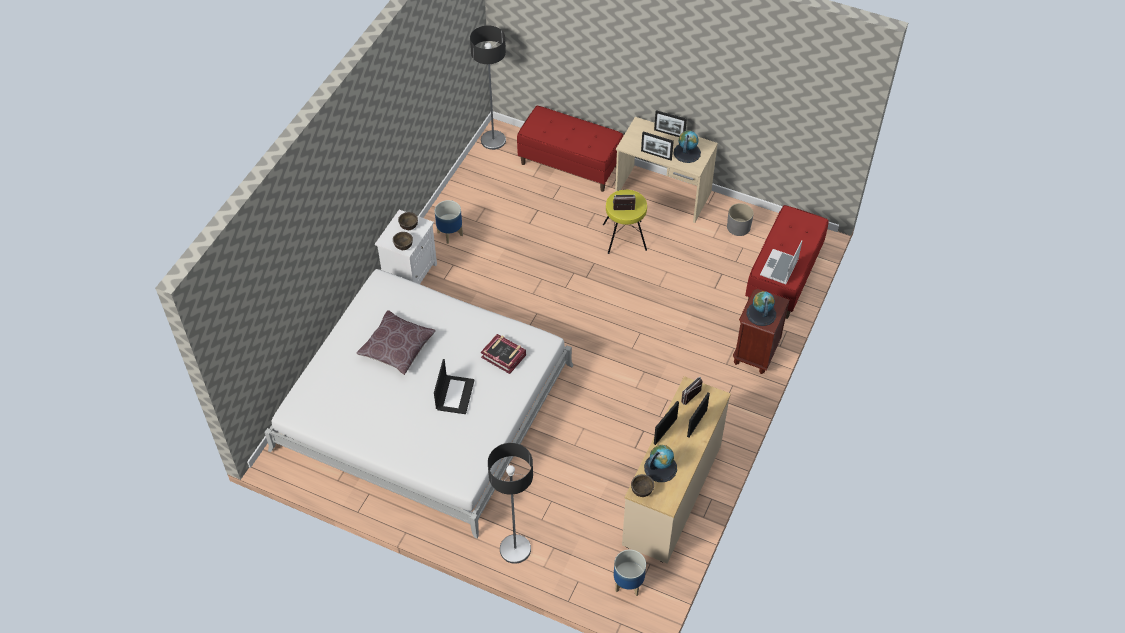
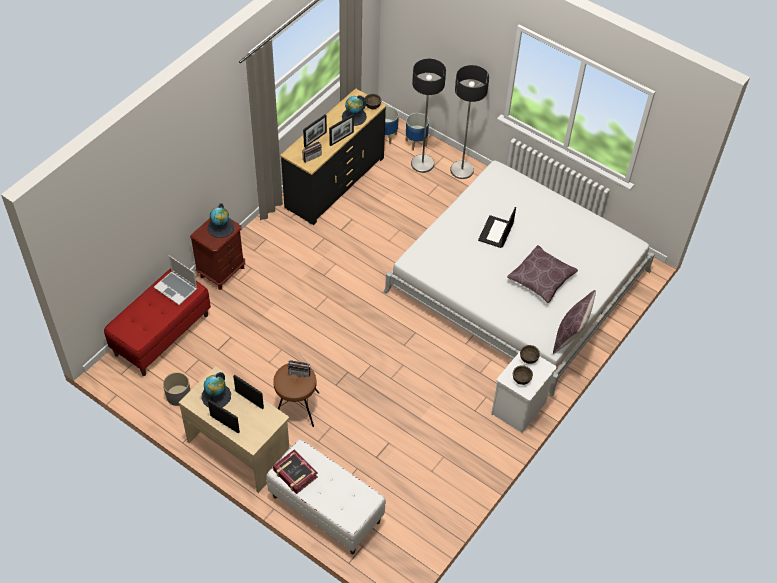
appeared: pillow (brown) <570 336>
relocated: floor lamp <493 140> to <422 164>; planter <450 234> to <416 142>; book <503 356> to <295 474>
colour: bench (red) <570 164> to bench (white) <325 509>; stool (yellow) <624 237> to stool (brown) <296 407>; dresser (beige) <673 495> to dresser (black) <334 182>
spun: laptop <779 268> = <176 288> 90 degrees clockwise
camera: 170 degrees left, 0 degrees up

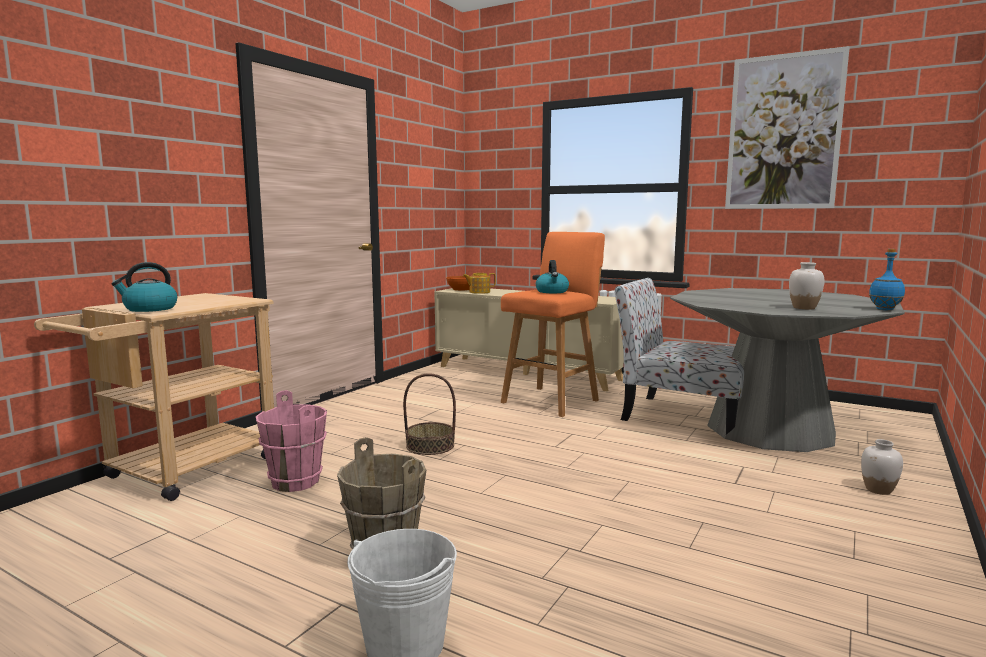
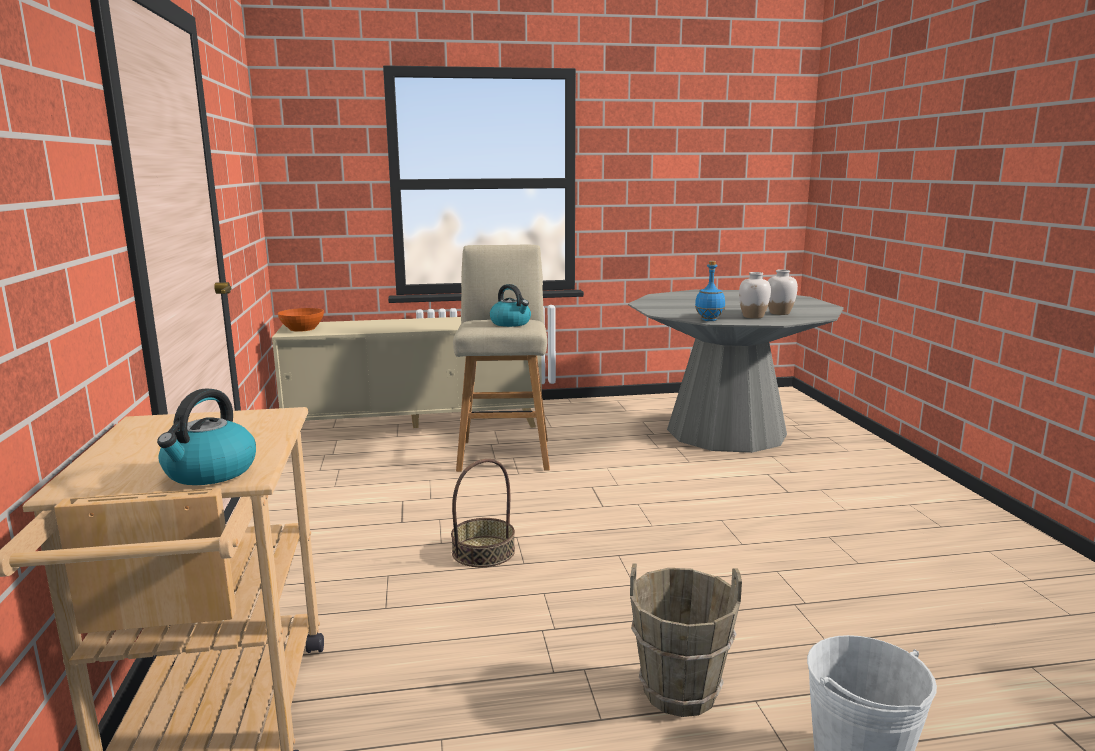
missing: picture <783 132>; teapot <479 292>; chair <682 416>; bucket (pink) <295 482>
relocated: bottle (blue) <884 309> to <709 320>; vase (white) <878 490> to <753 316>
colour: stool (orange) <552 400> to stool (beige) <504 453>
camera: 40 degrees left, 5 degrees up

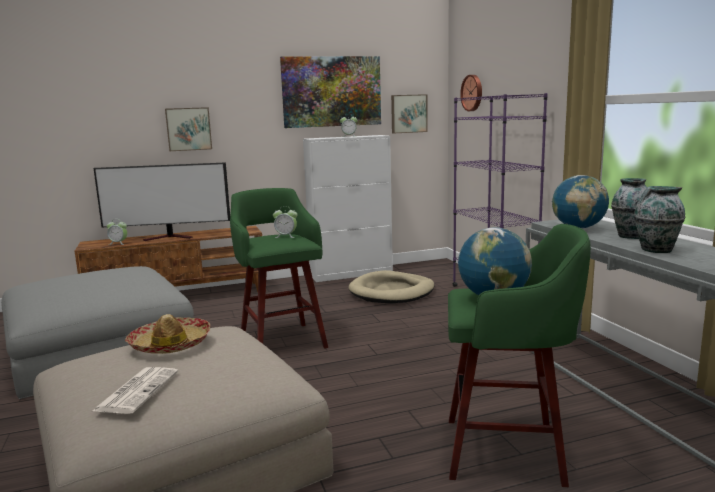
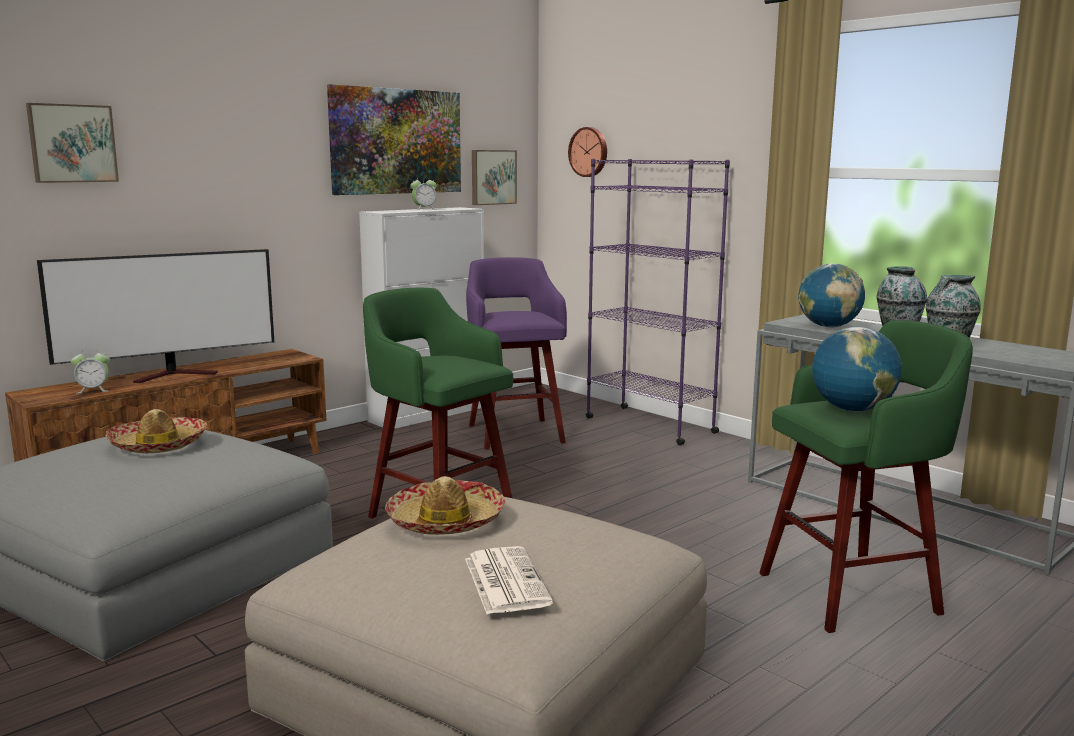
missing: alarm clock <286 236>
appeared: hat <158 445>
relocated: picture <188 129> to <72 143>
exchanged: dog bed (beige) <392 292> to stool (purple) <515 432>
camera: 25 degrees left, 0 degrees up

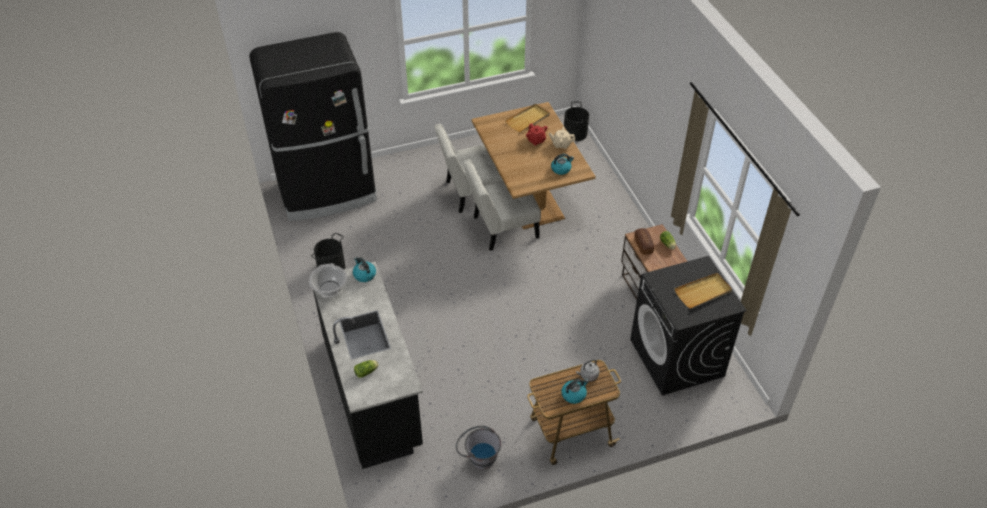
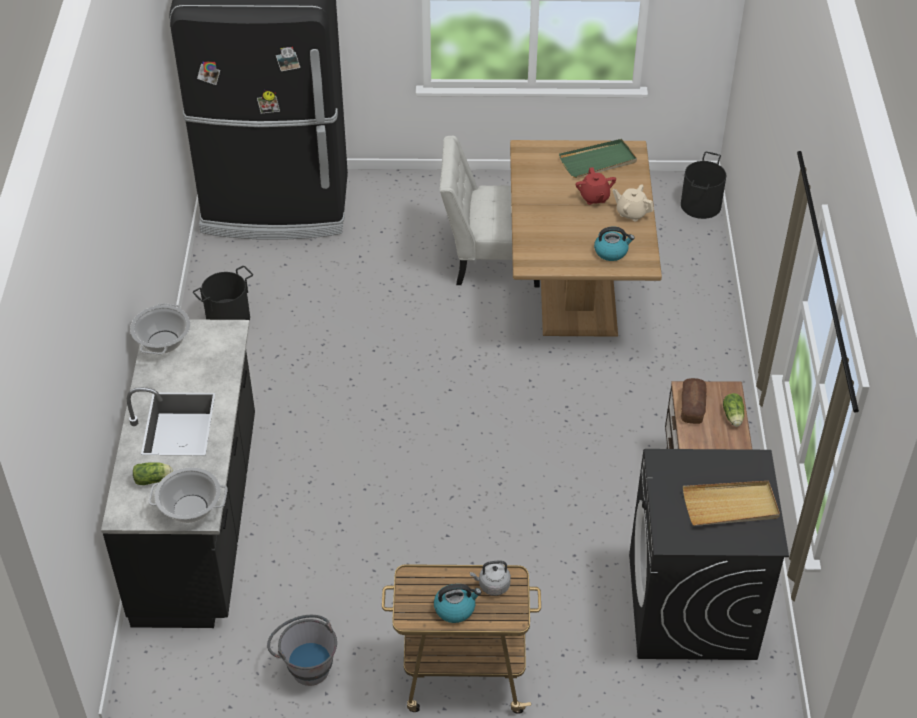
missing: chair (white) <501 228>; kettle <364 275>
appeared: cooking pot <191 508>
colour: tray (beige) <528 119> to tray (green) <598 161>
camera: 20 degrees right, 0 degrees up

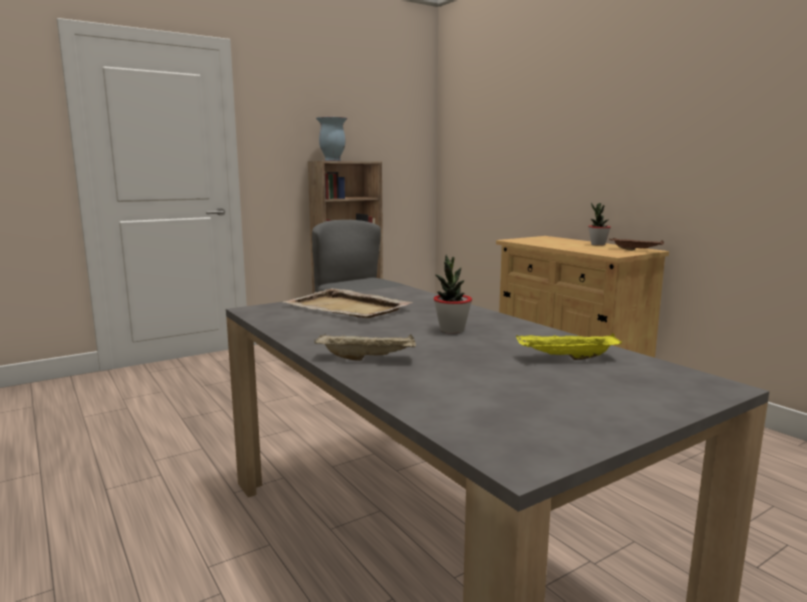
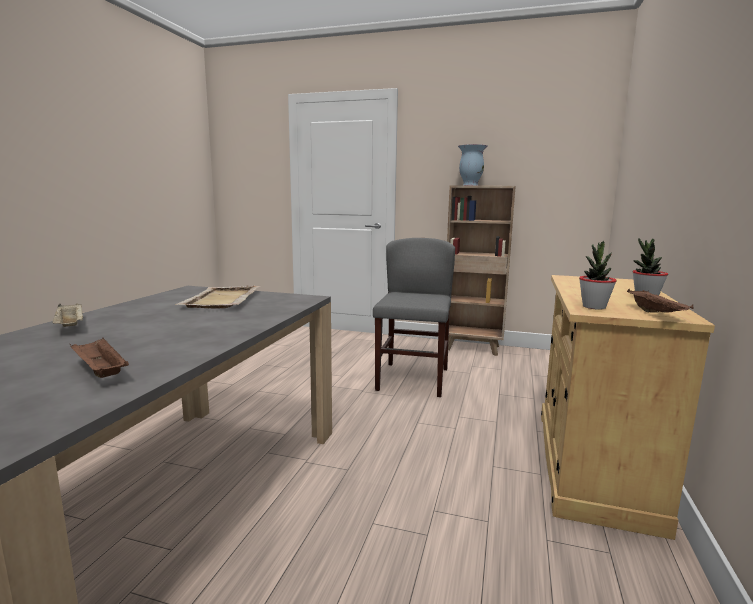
relocated: potted plant <451 330> to <594 307>
colour: tray (yellow) <566 358> to tray (brown) <100 371>
camera: 50 degrees right, 0 degrees up

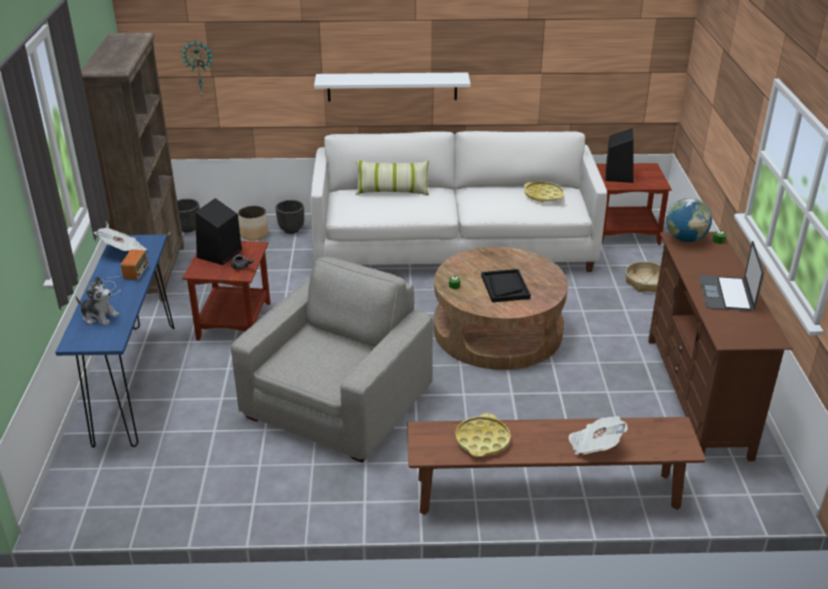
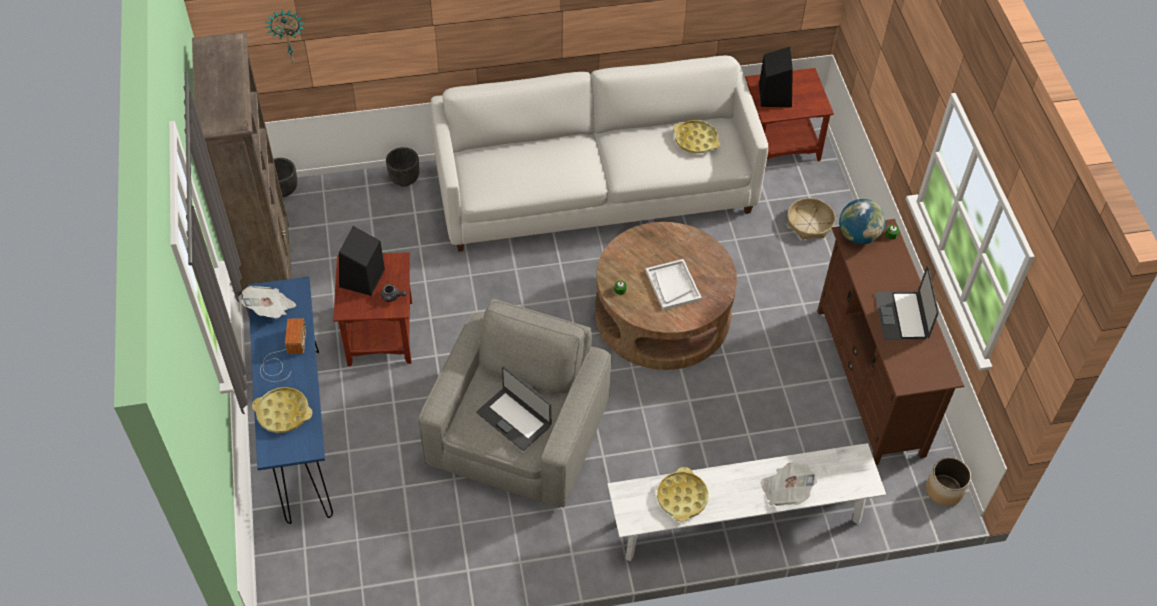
missing: shelf (white) <392 86>; pillow <392 191>
appeared: laptop <514 418>
relocated: planter <254 234> to <944 490>
exchanged: plush toy <99 316> to tray (yellow) <283 413>
colour: tray (black) <505 287> to tray (white) <672 285>; bench (brown) <547 493> to bench (white) <739 521>
camera: 10 degrees left, 20 degrees up

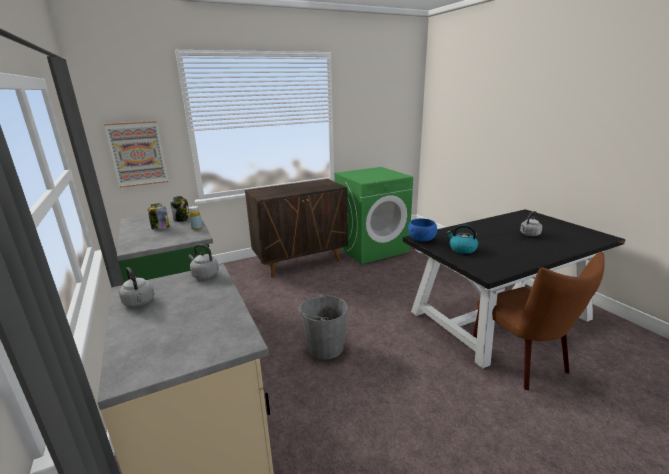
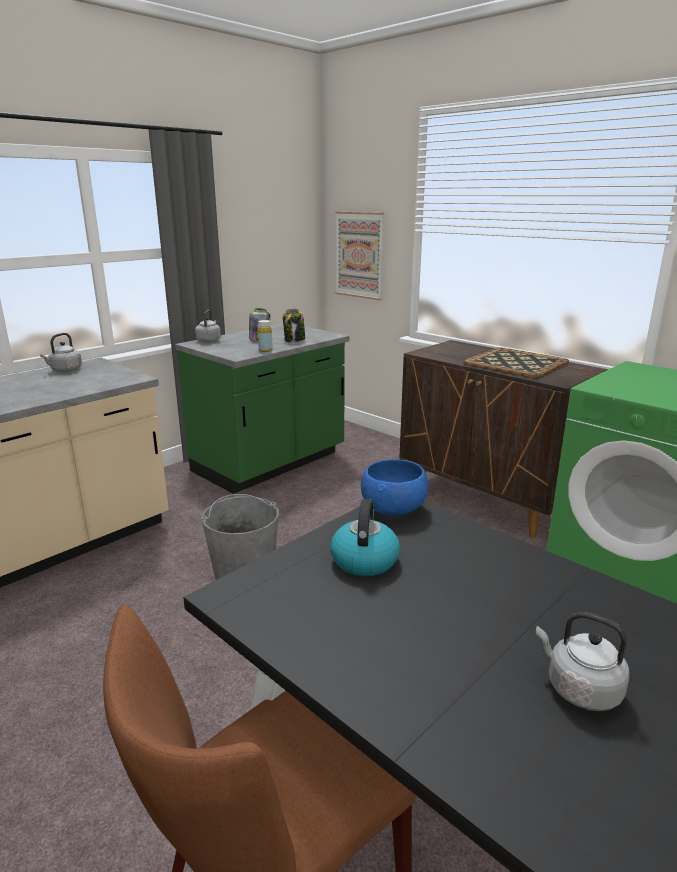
appeared: tray <517 363>
relocated: kettle (grey) <204 275> to <209 340>
camera: 70 degrees right, 0 degrees up

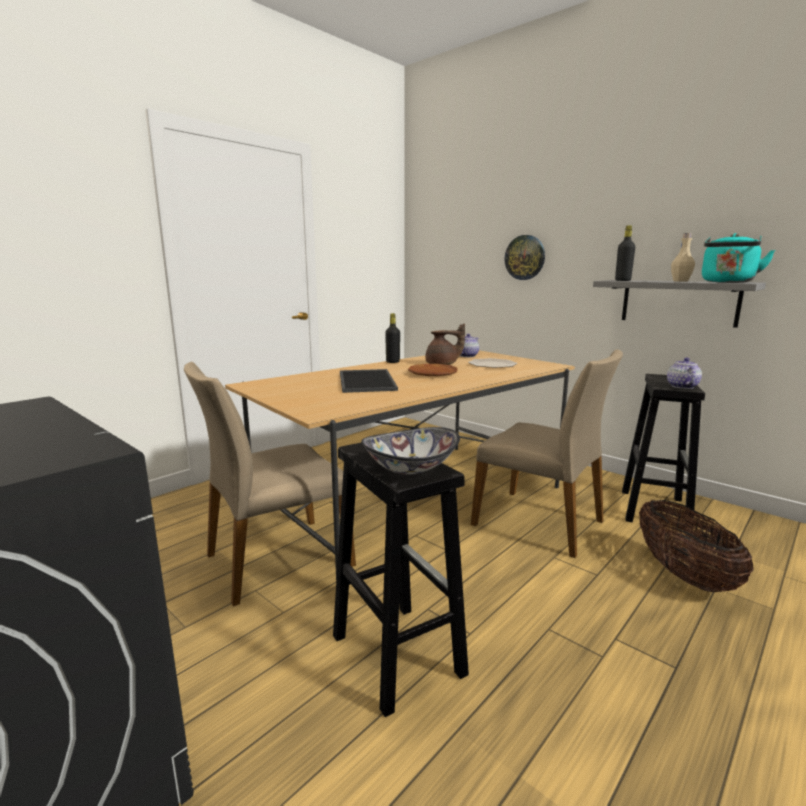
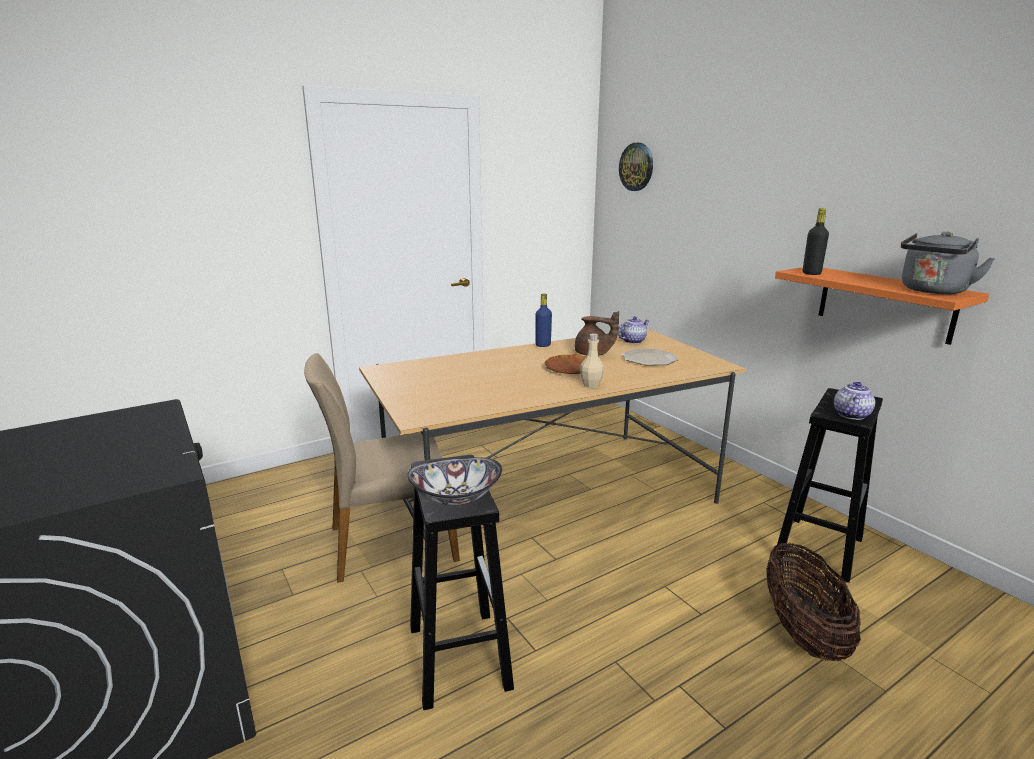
missing: chair (beige) <540 522>; tray <365 381>
relocated: bottle (beige) <680 281> to <591 385>; wall clock <525 257> to <636 167>
colour: kettle (turquoise) <728 282> to kettle (grey) <932 291>; shelf (grey) <678 302> to shelf (orange) <884 303>; bottle (black) <392 362> to bottle (blue) <543 345>
camera: 15 degrees right, 5 degrees up

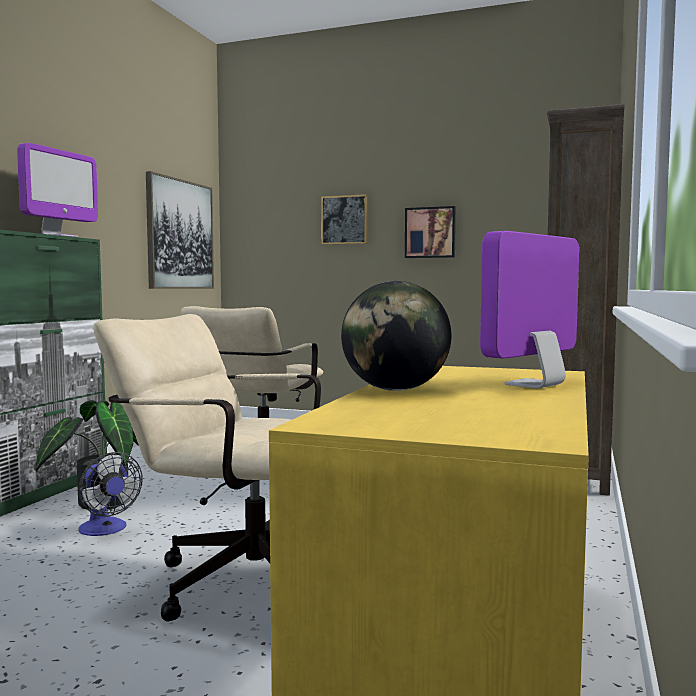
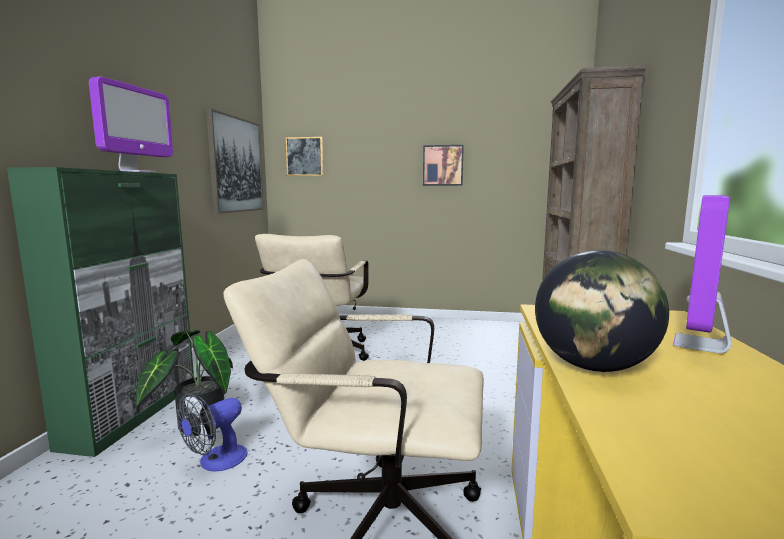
relocated: picture <344 220> to <304 156>
spun: fan <106 530> = <216 462> 90 degrees clockwise
camera: 10 degrees left, 5 degrees up

